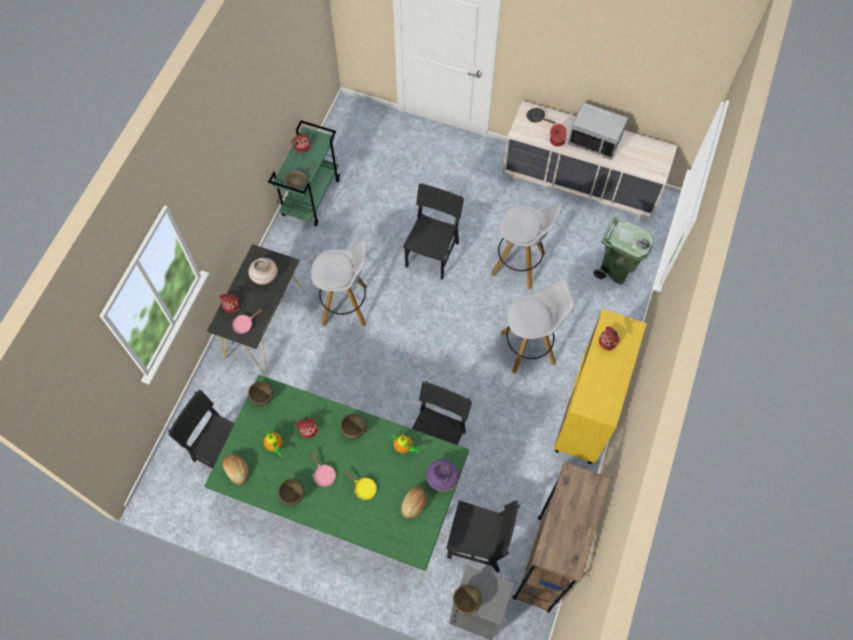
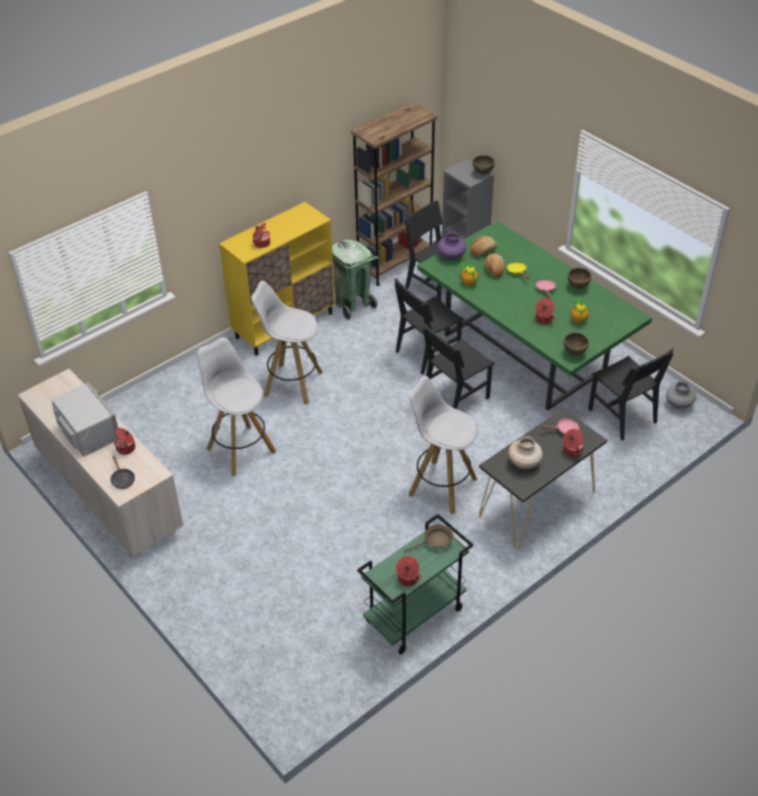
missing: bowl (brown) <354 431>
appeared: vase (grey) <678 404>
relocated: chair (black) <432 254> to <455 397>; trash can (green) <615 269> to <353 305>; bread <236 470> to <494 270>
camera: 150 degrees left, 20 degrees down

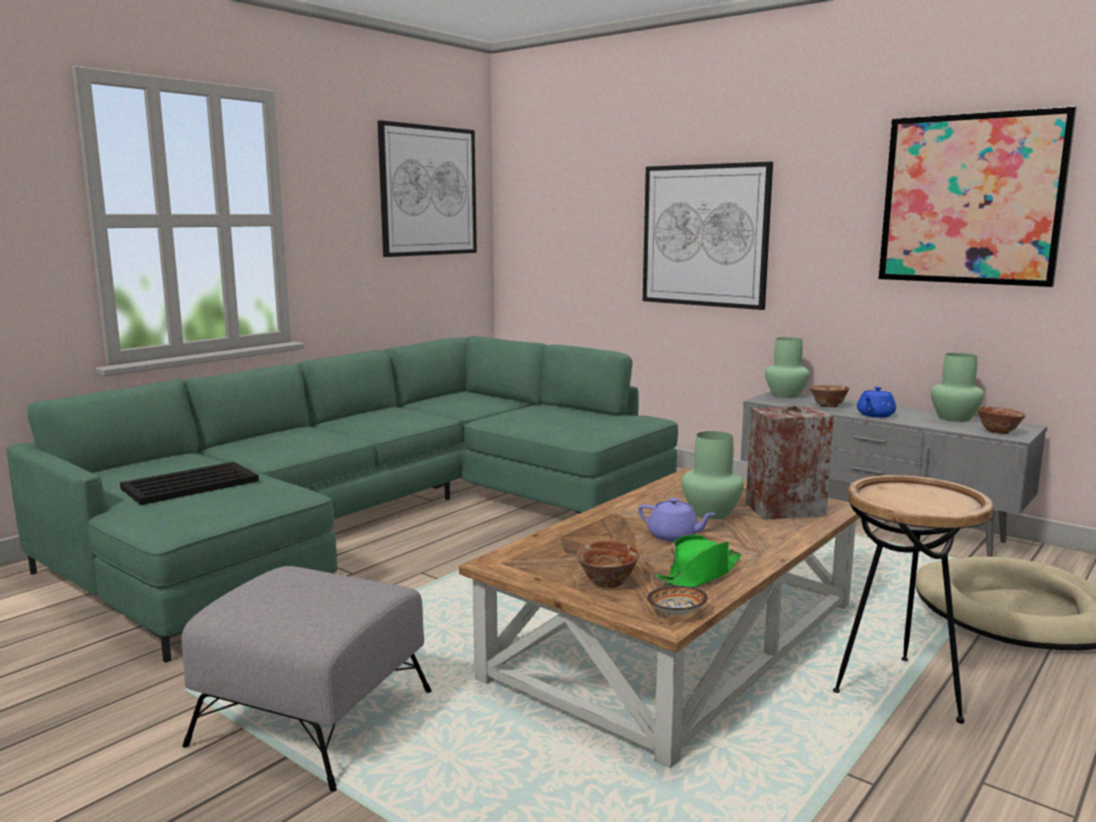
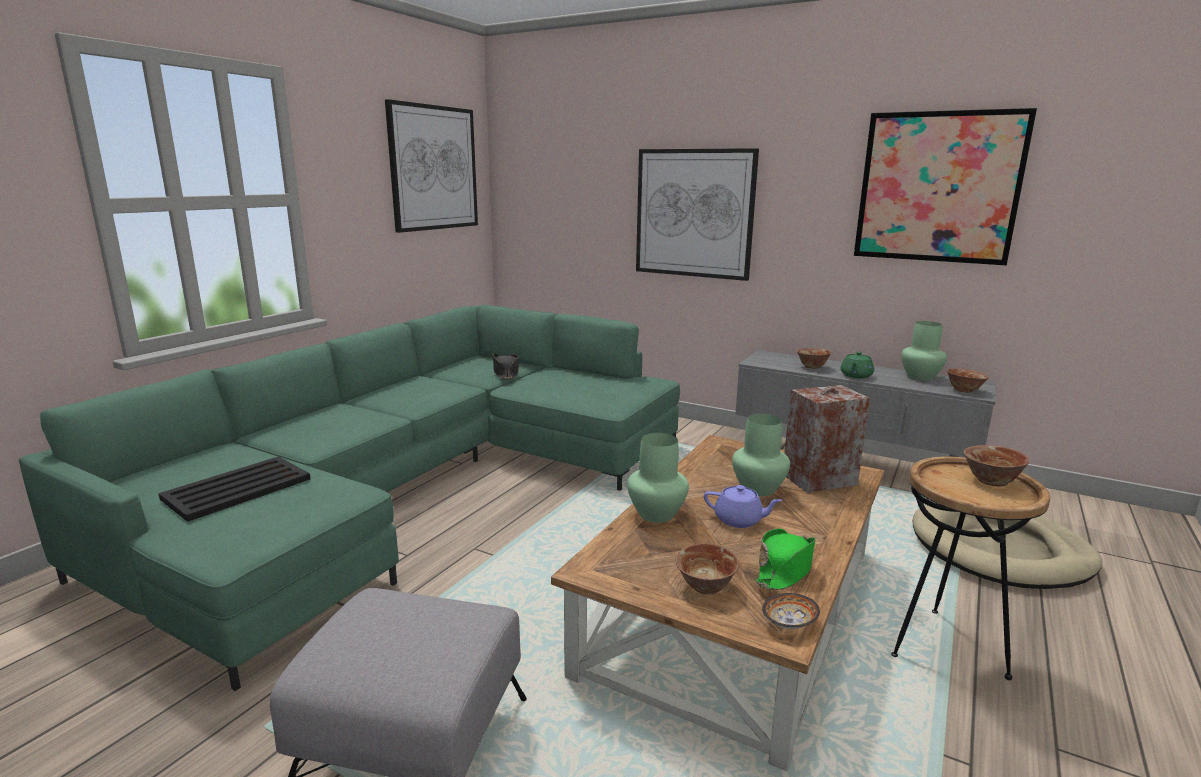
appeared: hat (black) <506 373>; bowl <991 481>
relocated: vase (green) <786 395> to <657 513>
colour: teapot (blue) <875 415> to teapot (green) <856 376>
camera: 10 degrees left, 5 degrees up

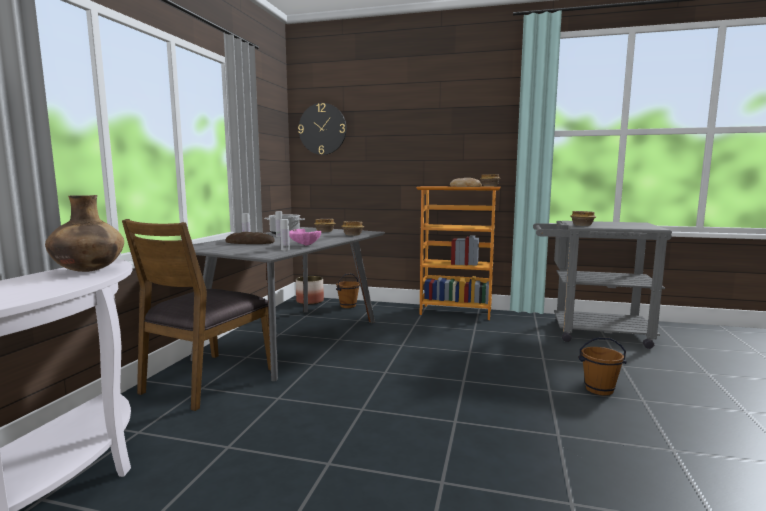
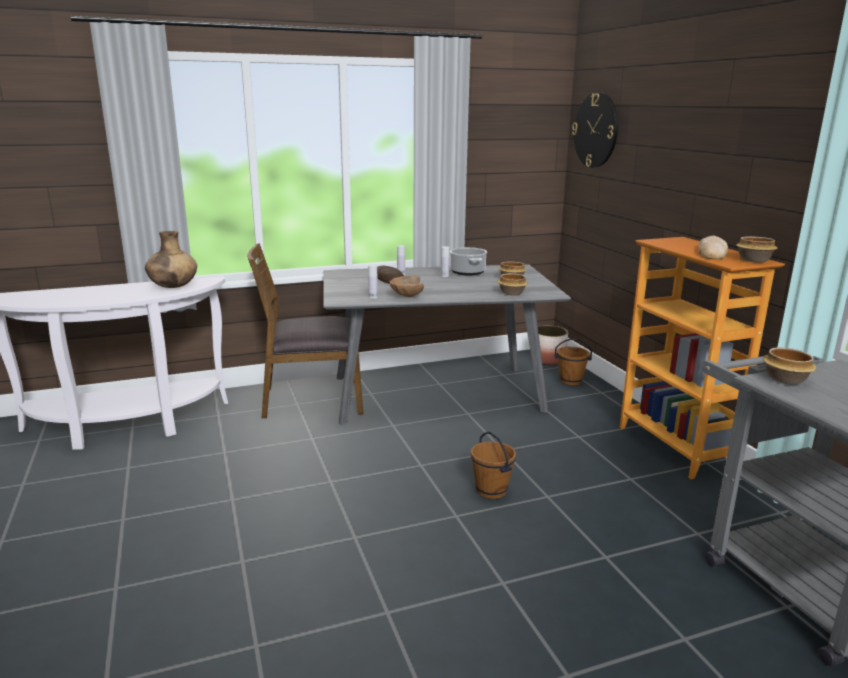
relocated: bucket (brown) <599 389> to <492 491>
colour: bowl (pink) <304 245> to bowl (brown) <406 297>
camera: 55 degrees right, 10 degrees up

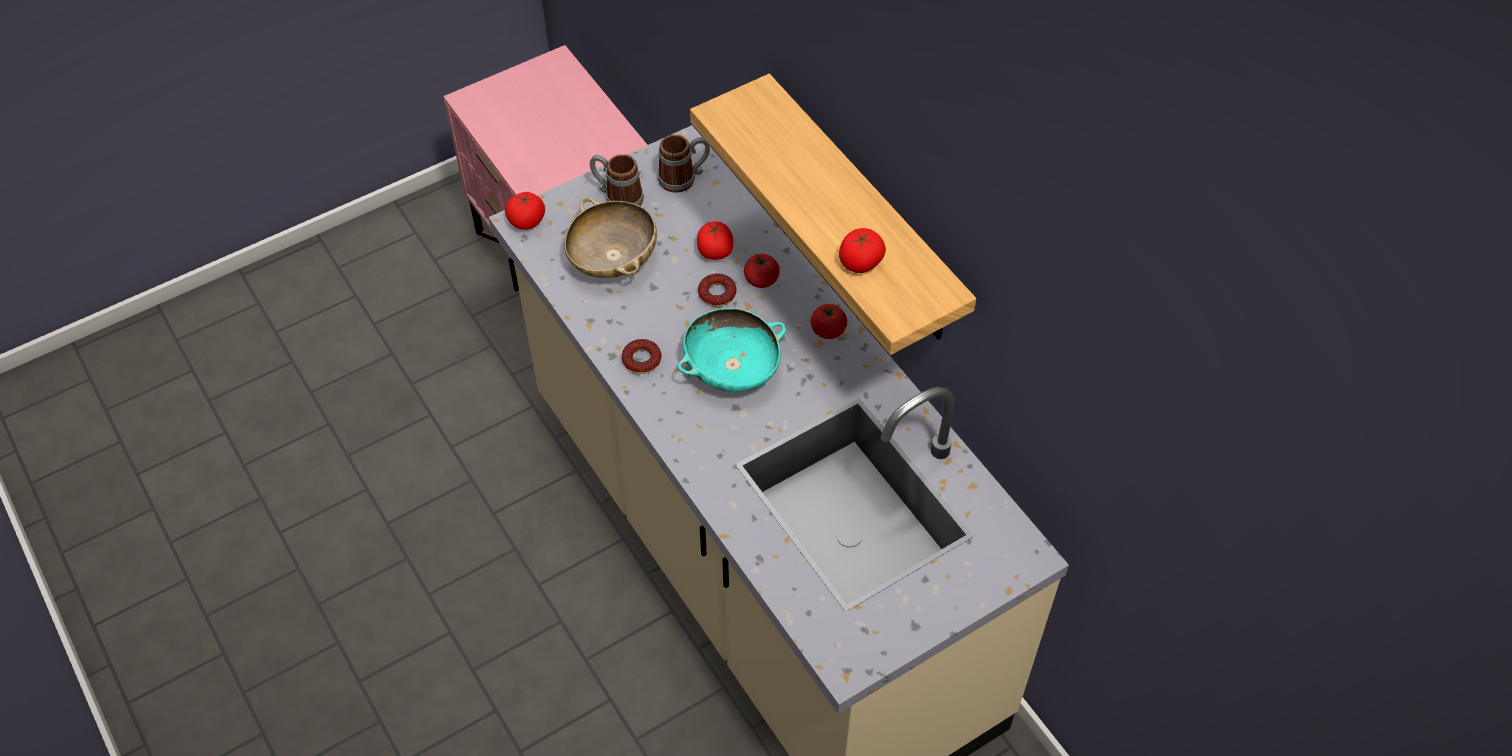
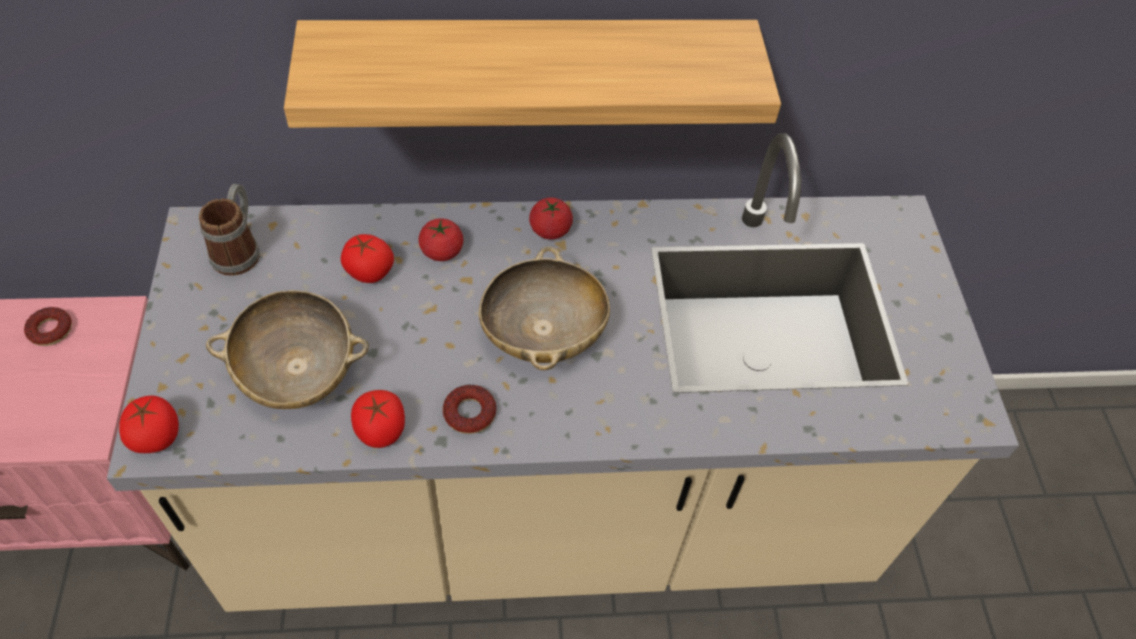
missing: mug <617 197>
relocated: tomato <860 262> to <381 430>; donut <717 293> to <50 330>
colour: bowl (turquoise) <732 369> to bowl (beige) <543 334>
camera: 65 degrees left, 0 degrees up

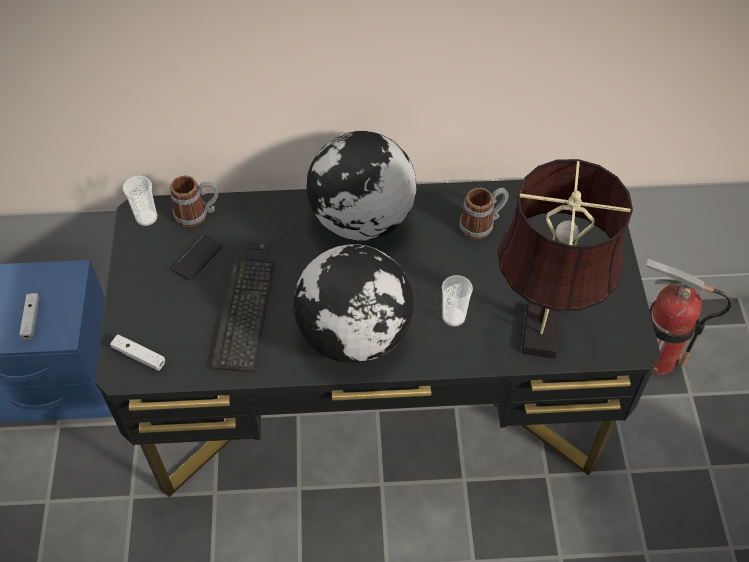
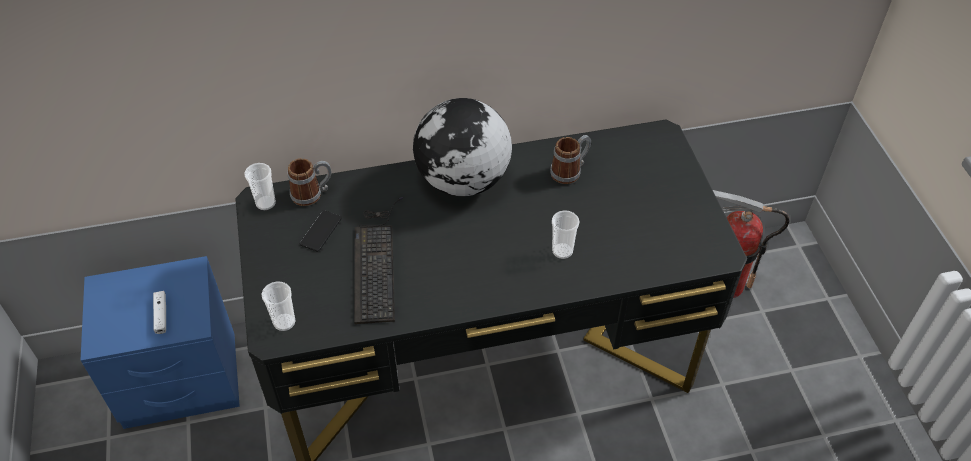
missing: table lamp (brown) <539 337>; globe <356 334>
exchanged: game controller (white) <139 356> to cup <284 322>
camera: 10 degrees left, 5 degrees down

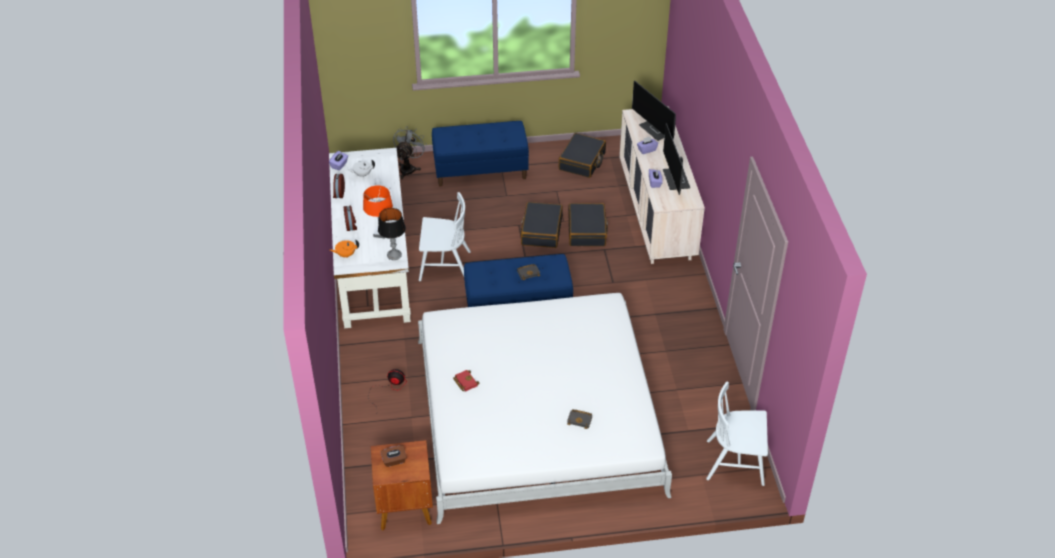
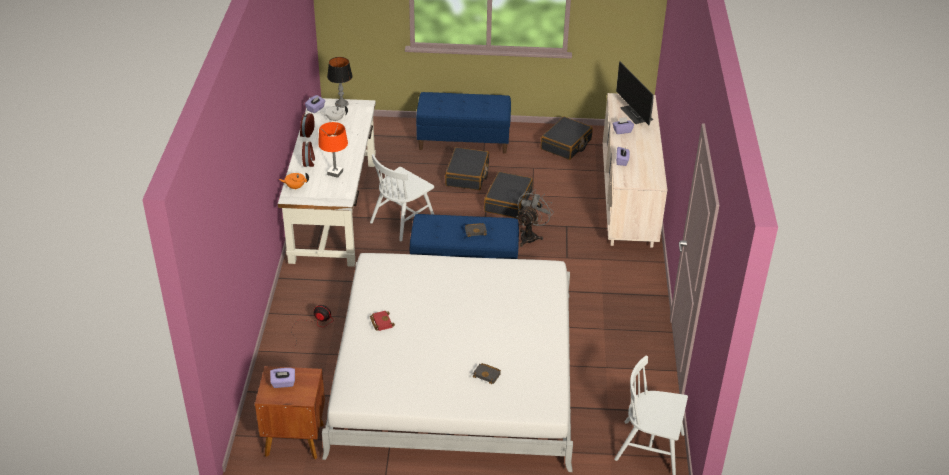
missing: monitor <676 180>
relocated: fan (grey) <409 168> to <530 236>; suitcase (black) <587 231> to <467 175>; table lamp <394 255> to <341 104>
colour: tissue box (brown) <394 461> to tissue box (purple) <283 383>
spun: chair (white) <444 266> = <402 220> 120 degrees clockwise
camera: 10 degrees right, 5 degrees down

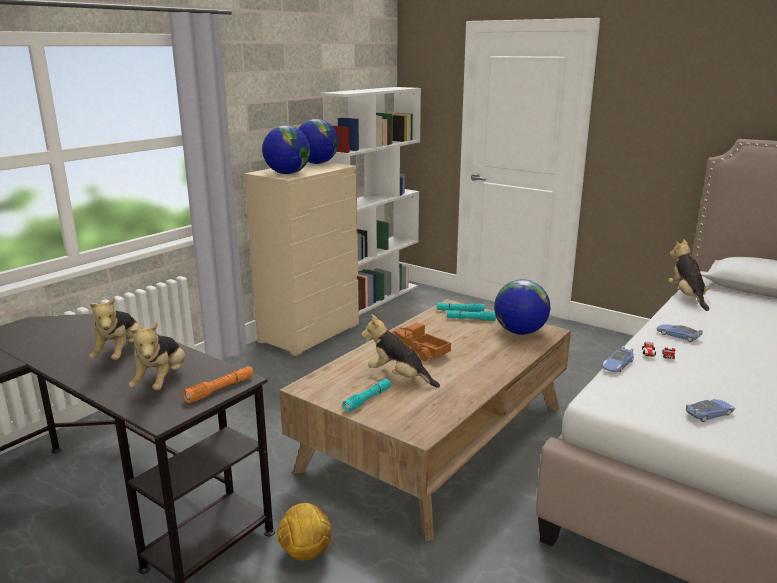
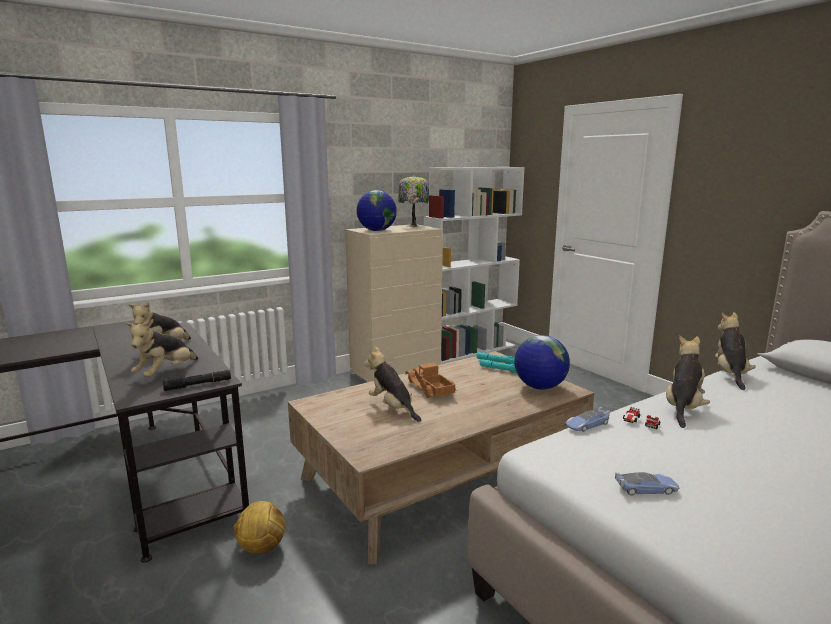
missing: flashlight (turquoise) <367 399>
exchanged: globe <317 163> to table lamp <413 226>; toy car <677 335> to plush toy <683 408>
colour: flashlight (orange) <220 389> to flashlight (black) <198 385>
camera: 20 degrees right, 5 degrees down

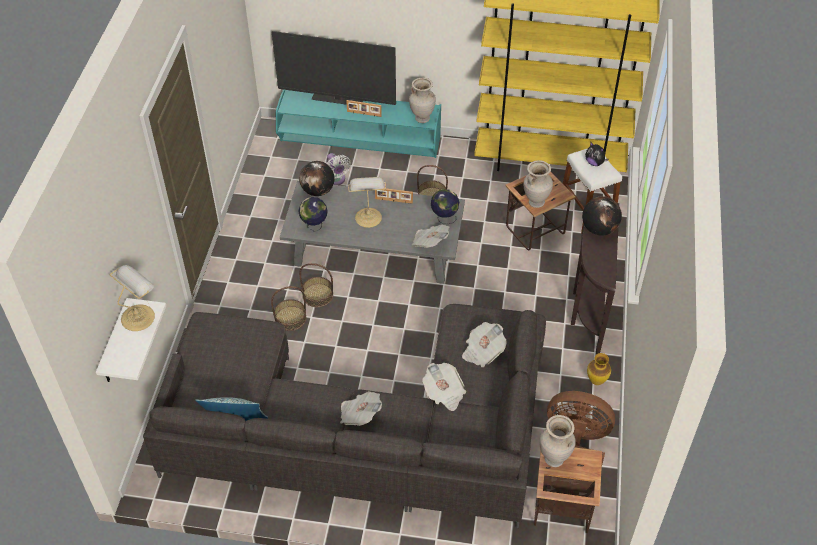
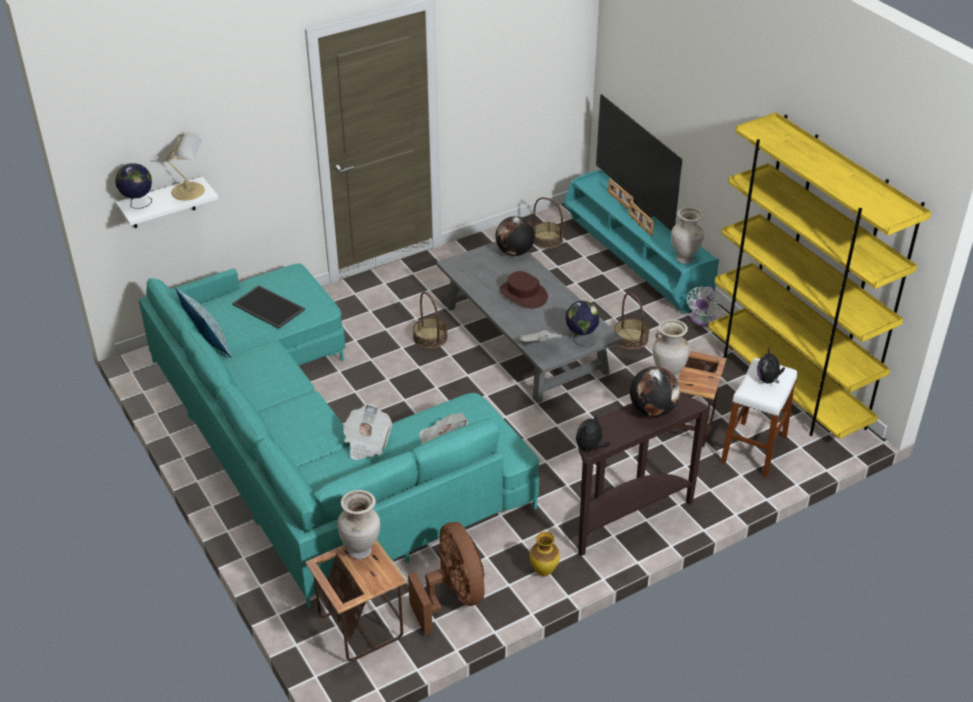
missing: newspaper <360 415>
appeared: tray <270 307>; plush toy <590 448>
relocated: fan (white) <335 180> to <702 320>; picture frame <393 201> to <619 202>; globe <314 226> to <138 204>; basket <290 318> to <547 239>
exchanged: table lamp <368 216> to hat (brown) <523 294>
colour: sofa (grey) <364 431> to sofa (turquoise) <314 447>
camera: 50 degrees right, 10 degrees down

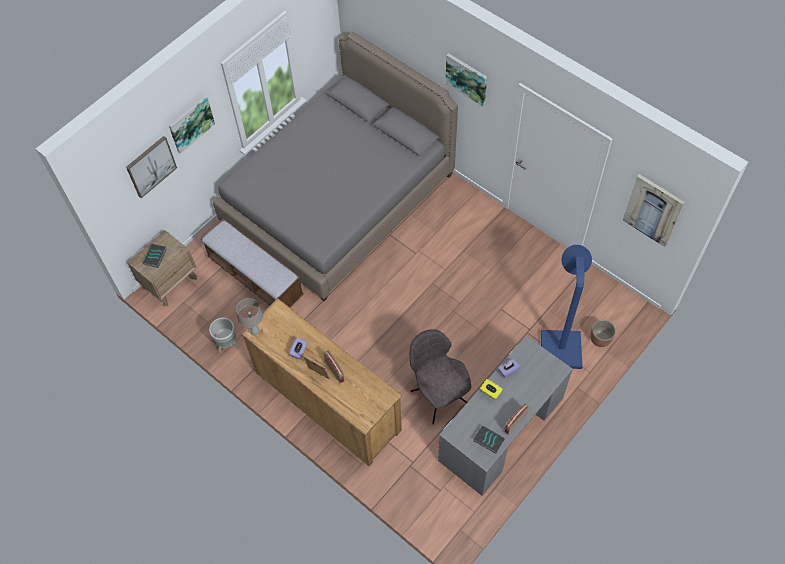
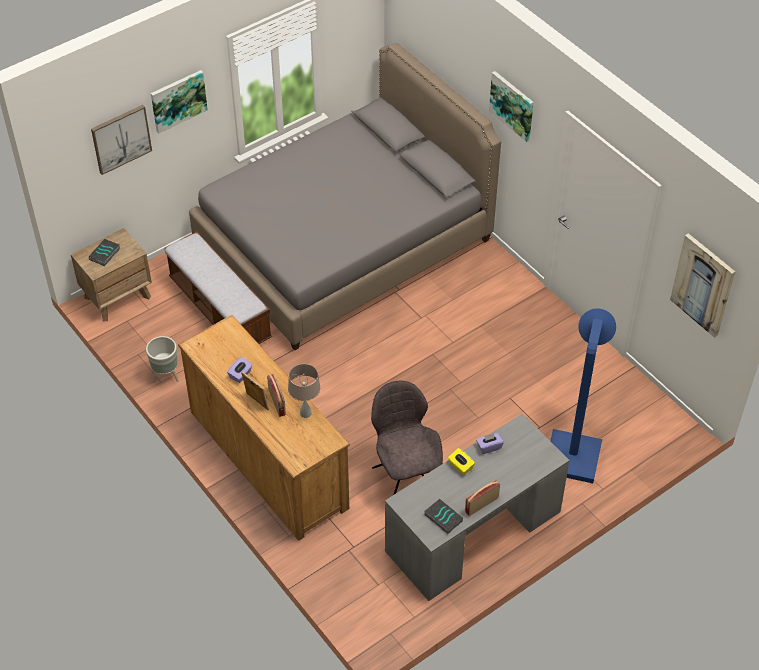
missing: planter <600 339>
relocated: table lamp (beige) <255 331> to <305 413>
camera: 10 degrees right, 10 degrees down

